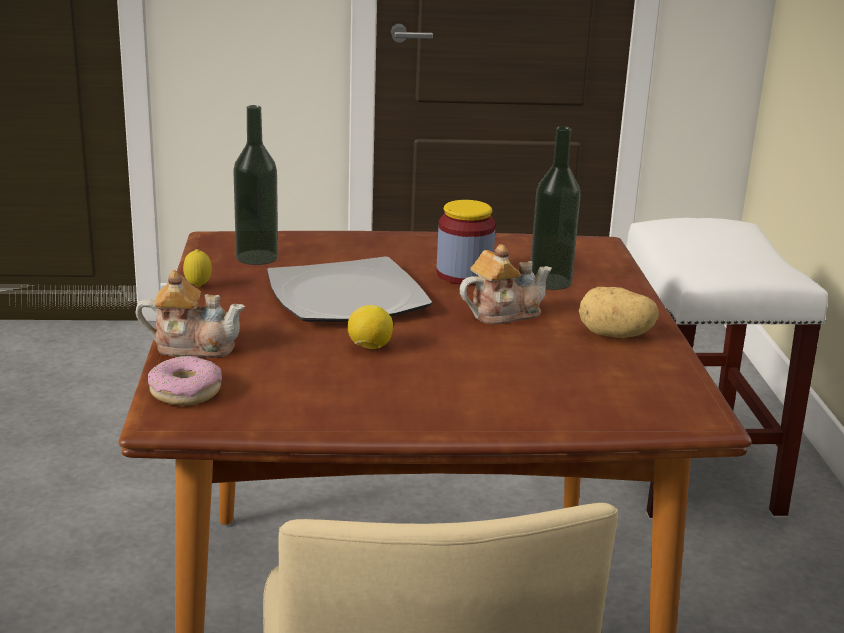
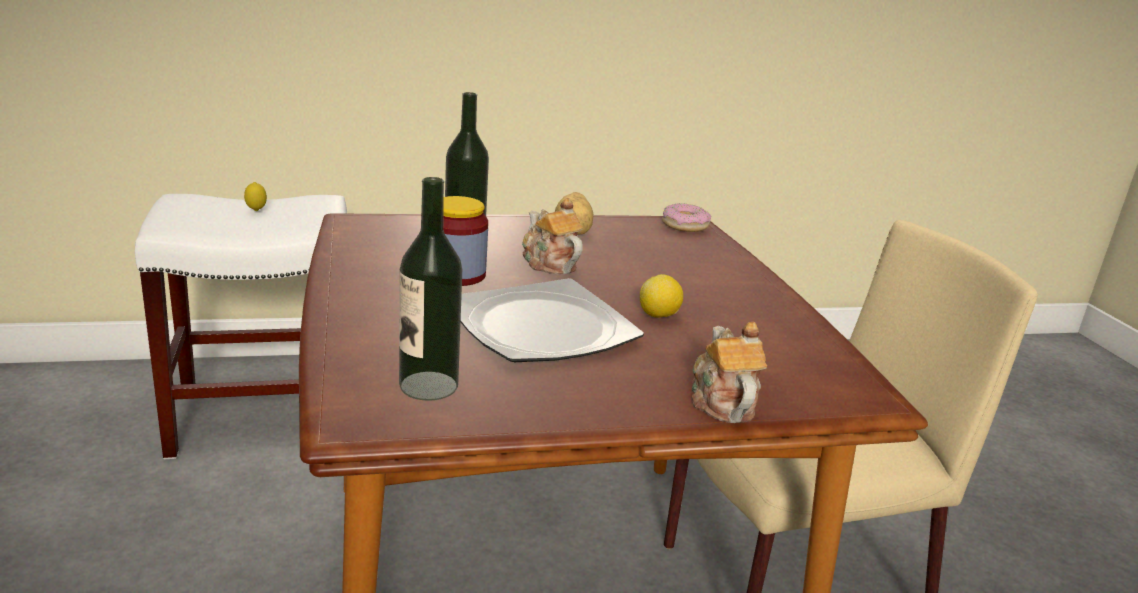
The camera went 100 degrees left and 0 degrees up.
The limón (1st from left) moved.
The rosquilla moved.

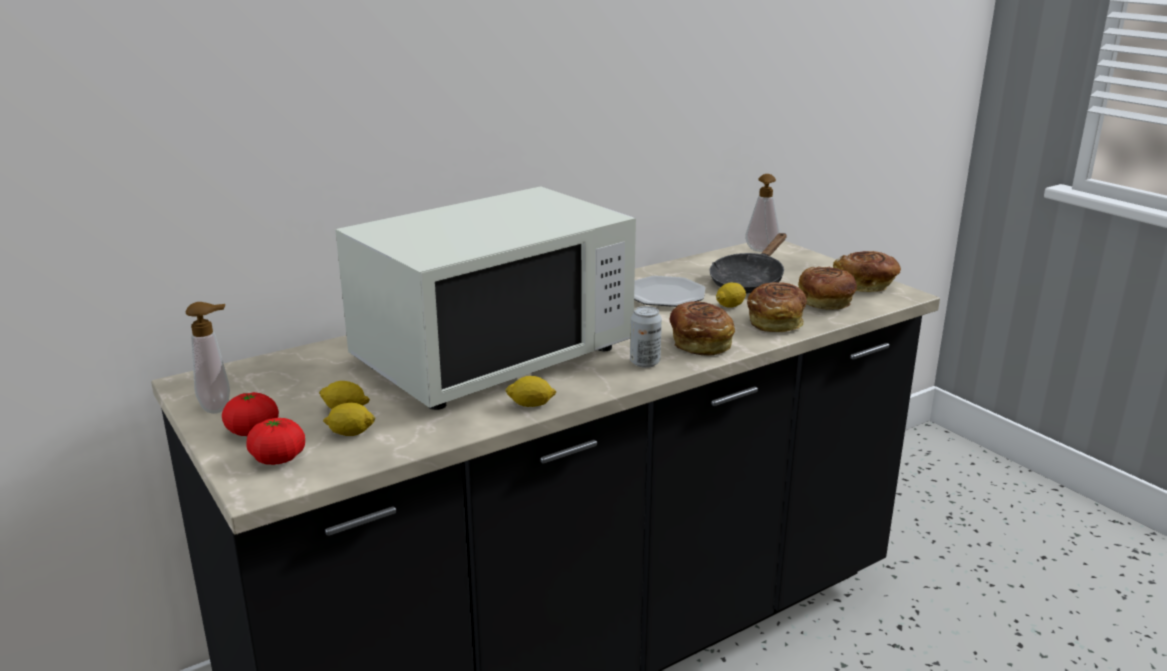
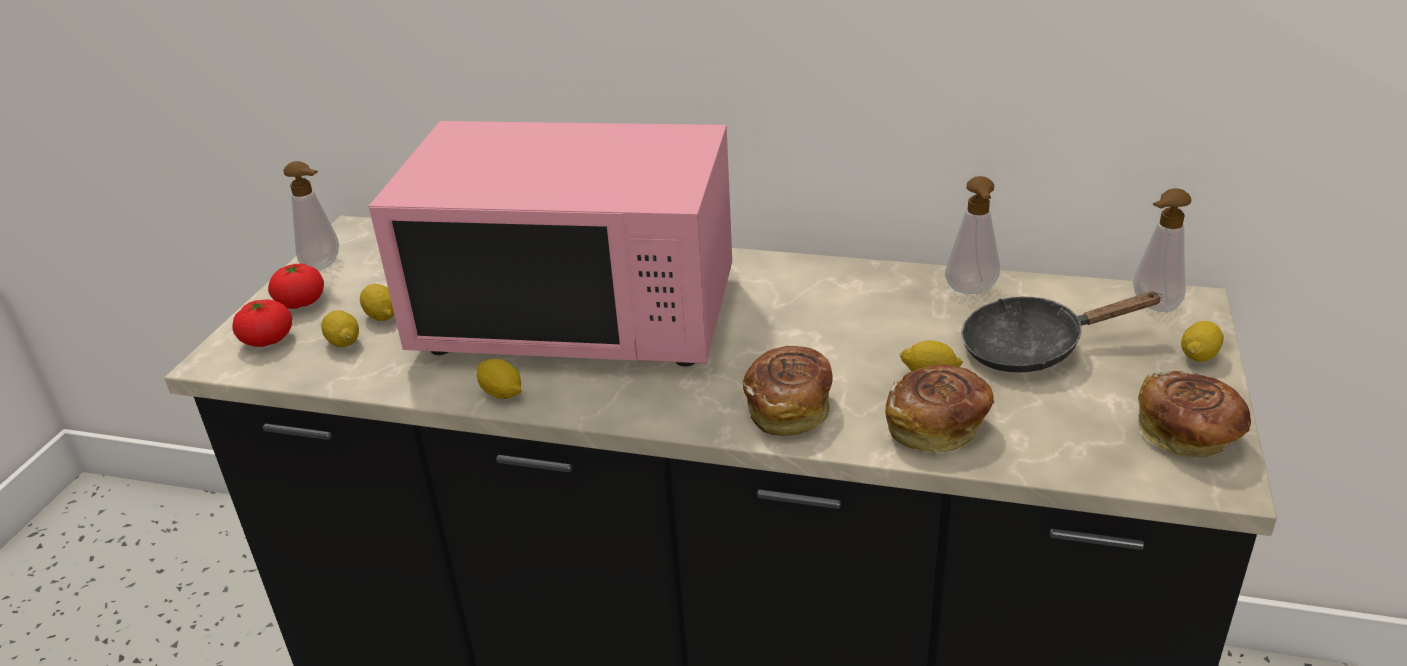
The camera went 50 degrees right and 10 degrees up.
The microondas [blanco] became the microondas [rosa].
The pan (3rd from left) disappeared.
The plato disappeared.
The lata disappeared.
The dispensador de jabón (2nd from left) appeared.
The limón (5th from left) appeared.

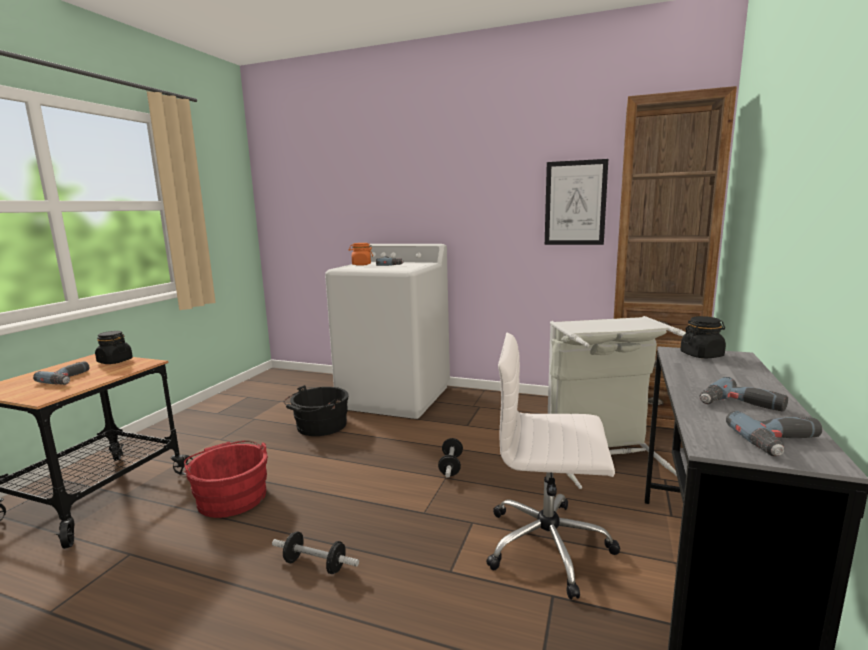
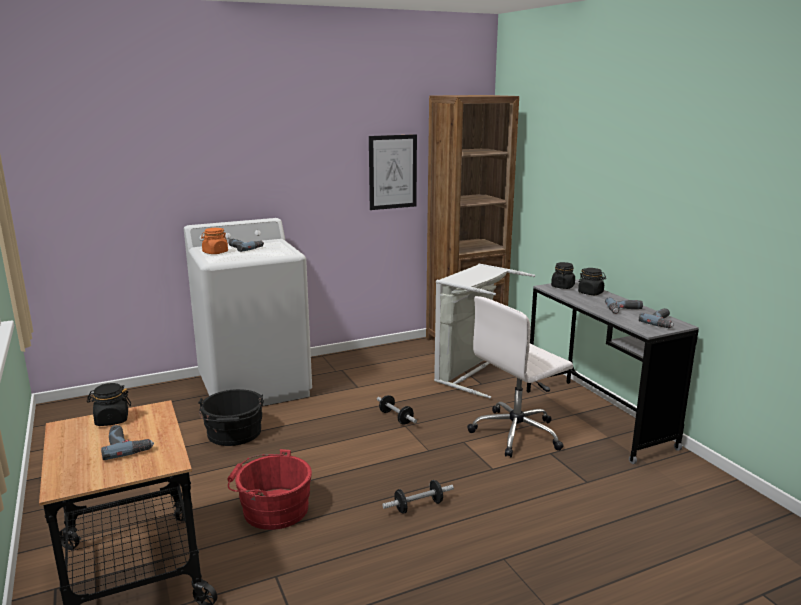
The camera went 45 degrees left and 5 degrees up.
The tarro [negro] (3rd from left) appeared.

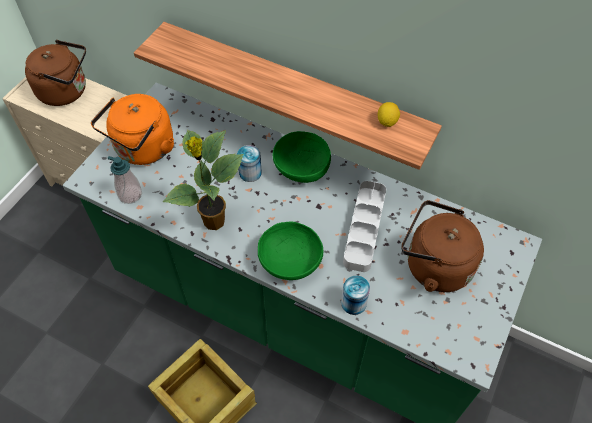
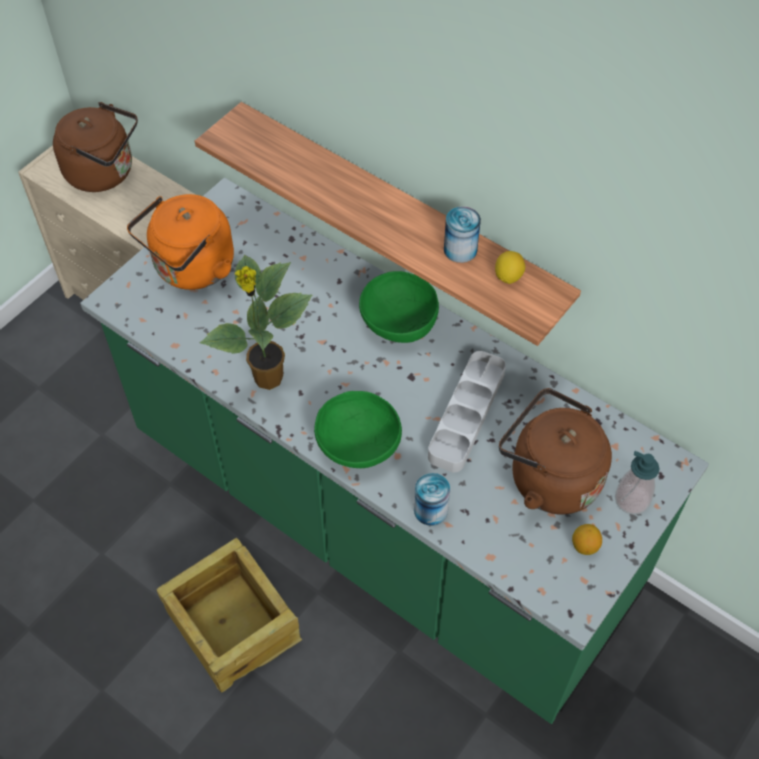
The camera went 10 degrees right and 0 degrees up.
The lata (1st from left in the first image) moved.
The dispensador de jabón moved.
The limón (2nd from left) appeared.

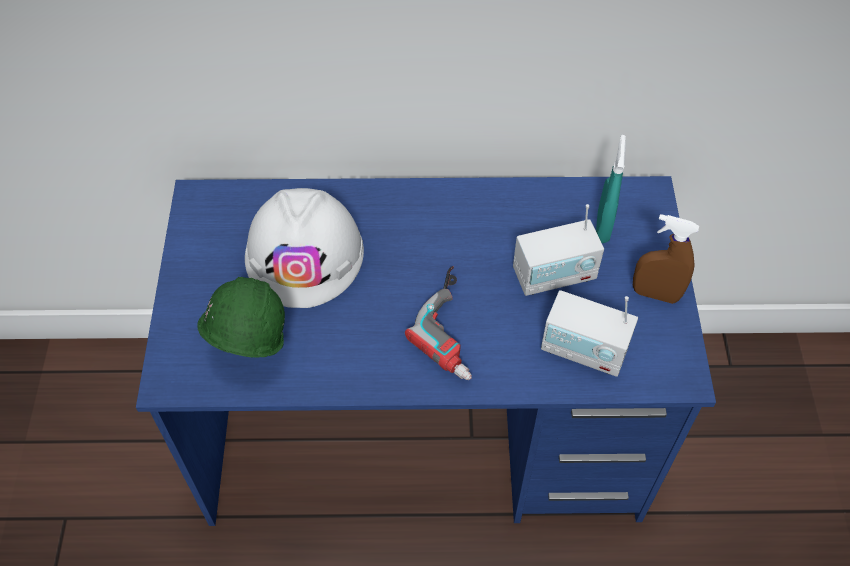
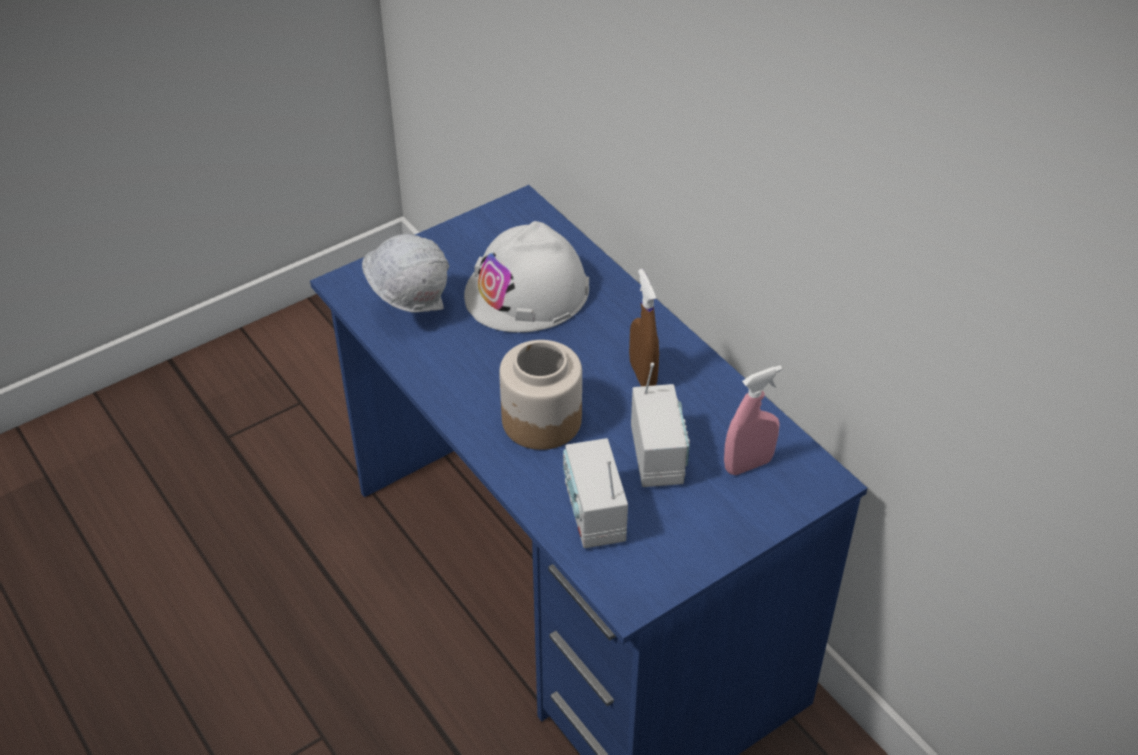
The camera went 55 degrees right and 10 degrees down.
The pulverizador [turquesa] became the pulverizador [rosa].
The radio (1st from left in the first image) turned 135 degrees counterclockwise.
The pulverizador [marrón] moved.
The taladro was replaced by the tarro.
The casco [verde] became the casco [blanco] (1st from left).

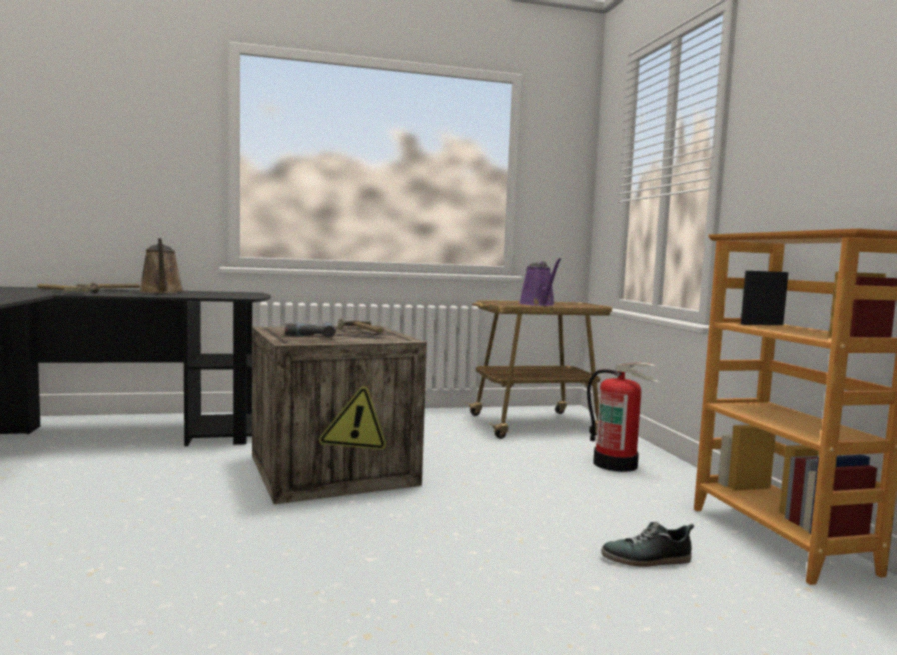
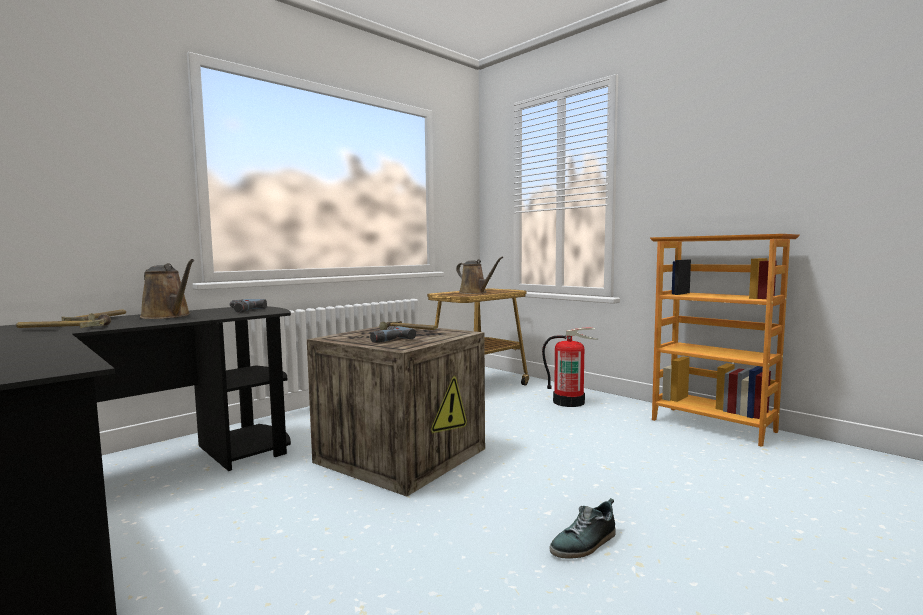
The camera went 30 degrees left and 0 degrees up.
The regadera [morado] became the regadera [marrón] (2nd from left).
The zapato moved.
The taladro (1st from left) appeared.

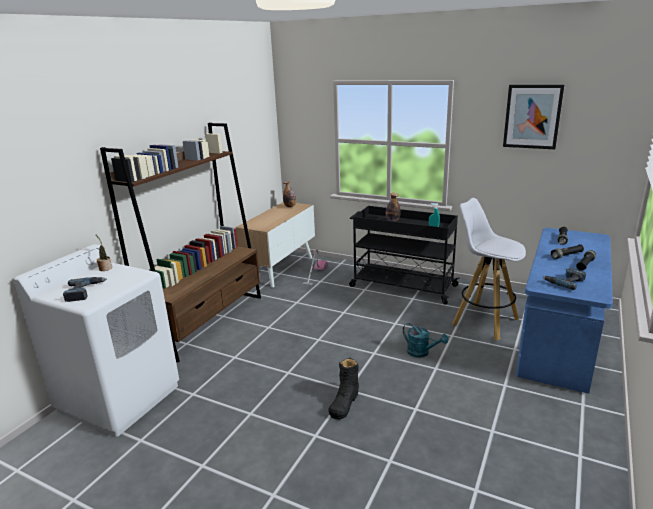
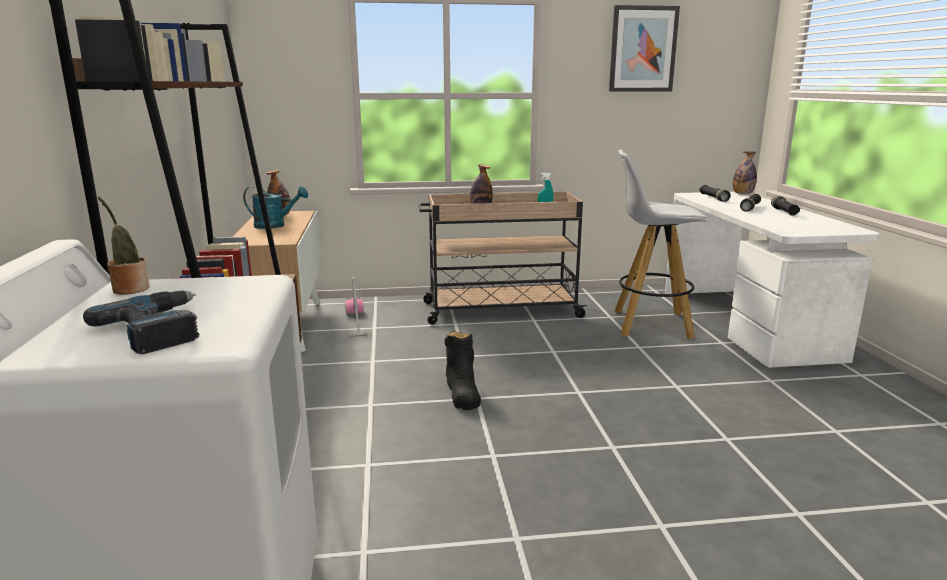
The camera went 35 degrees left and 5 degrees down.
The carrito [negro] became the carrito [beis].
The escritorio [azul] became the escritorio [blanco].
The taladro (2nd from left) disappeared.
The regadera [turquesa] moved.
The bota [negro] moved.
The botella (3rd from left) appeared.

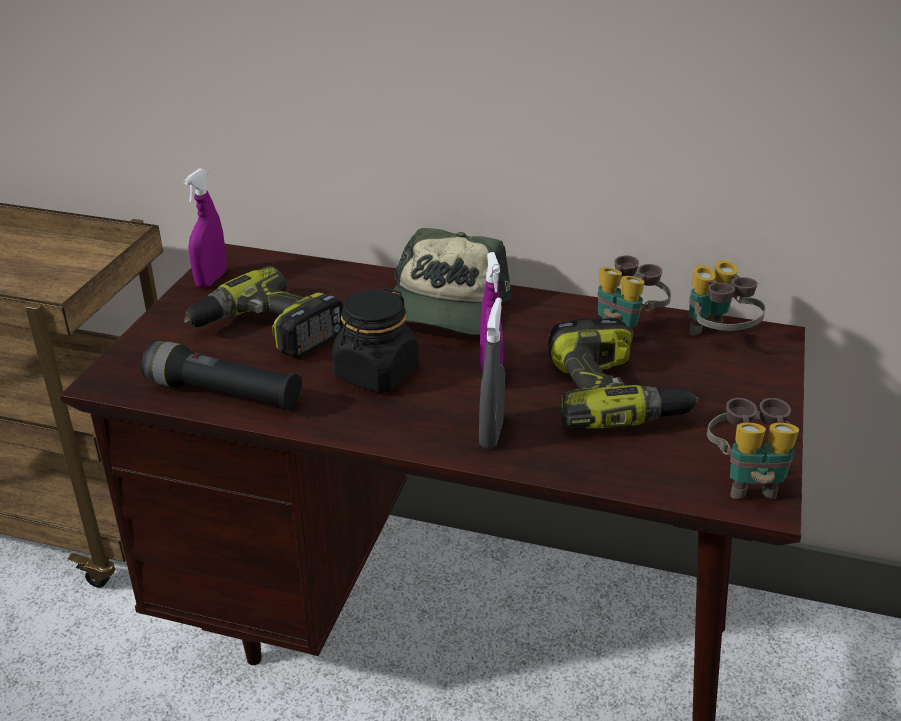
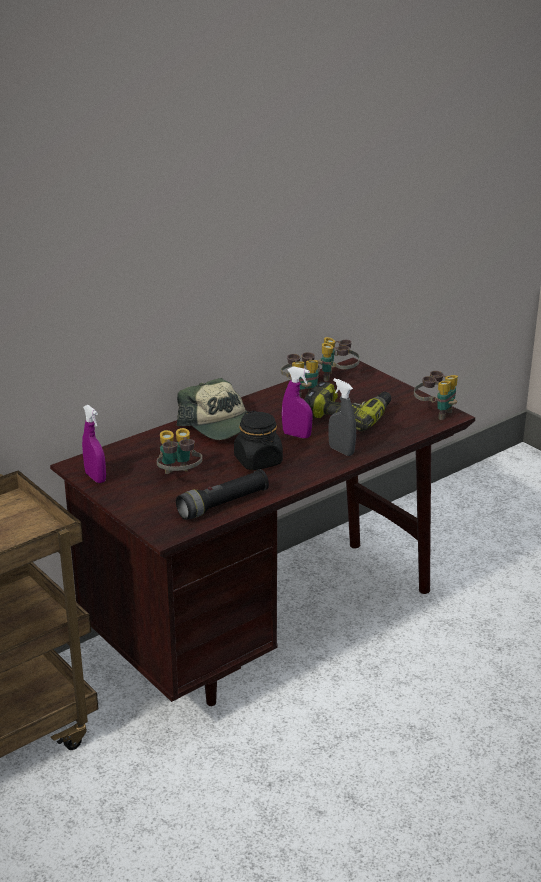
The camera went 55 degrees left and 5 degrees down.
The taladro (1st from left) was replaced by the prismáticos (1st from left).

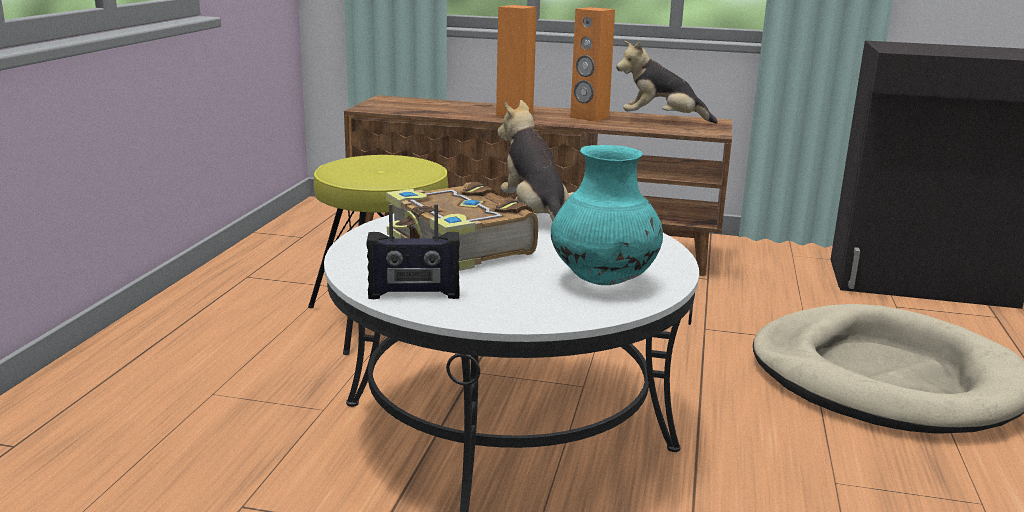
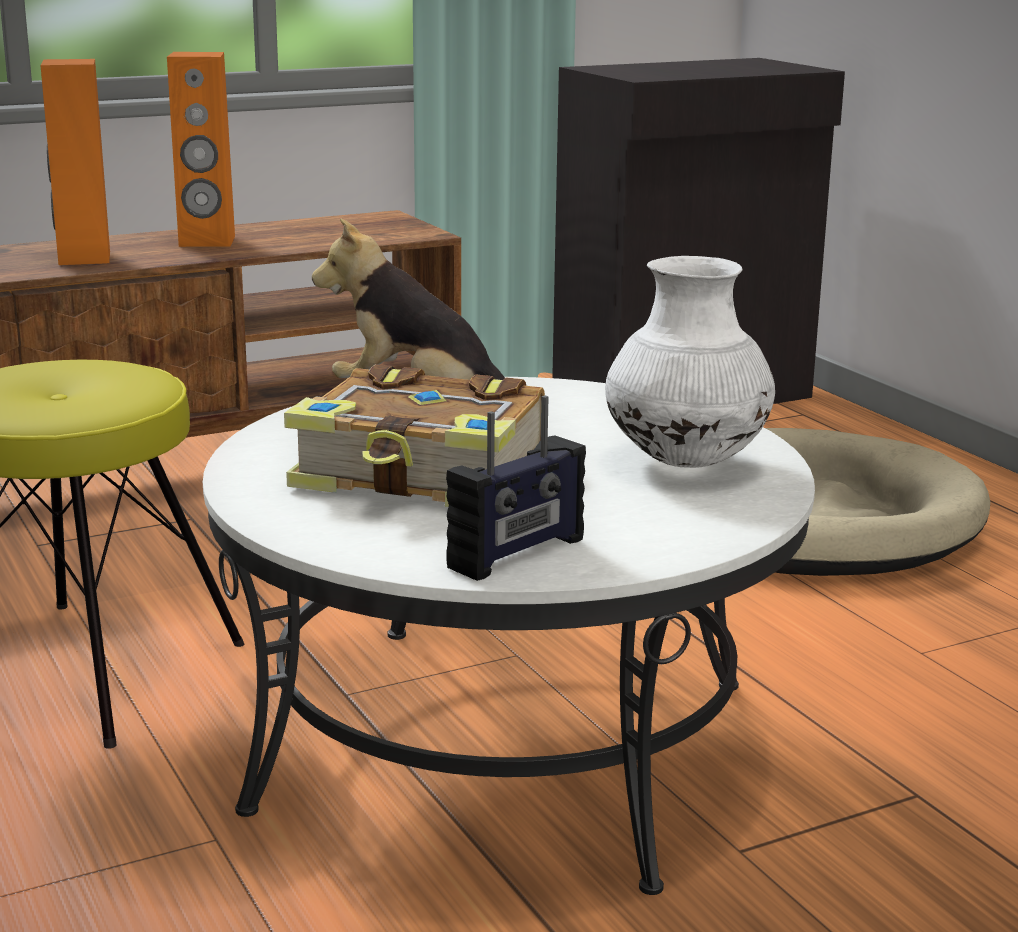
The camera went 40 degrees left and 0 degrees up.
The peluche (2nd from left) disappeared.
The florero [turquesa] became the florero [blanco].

